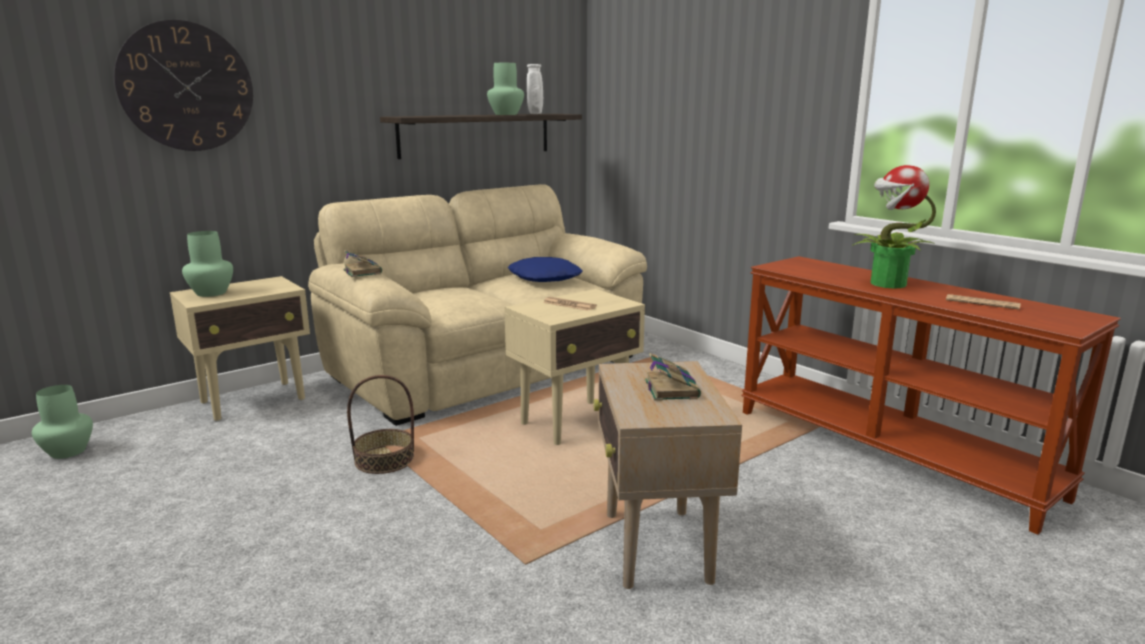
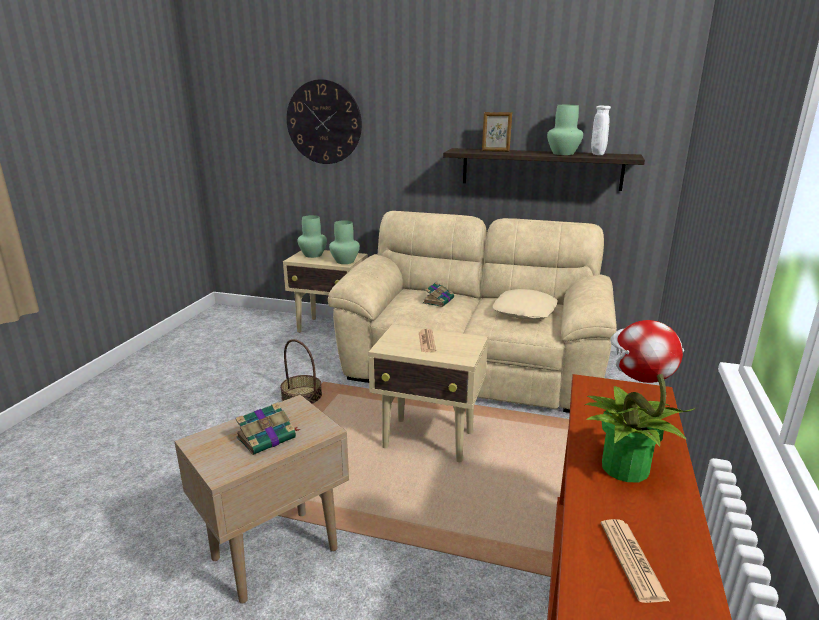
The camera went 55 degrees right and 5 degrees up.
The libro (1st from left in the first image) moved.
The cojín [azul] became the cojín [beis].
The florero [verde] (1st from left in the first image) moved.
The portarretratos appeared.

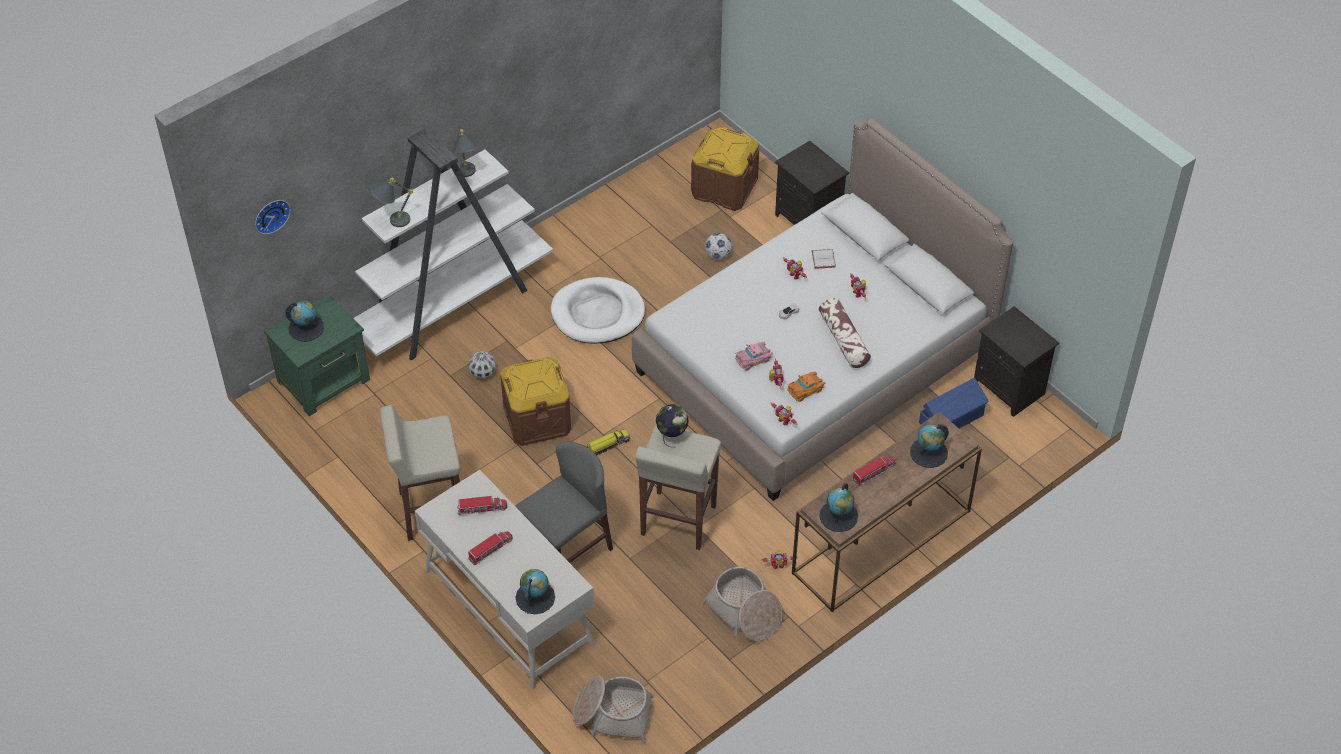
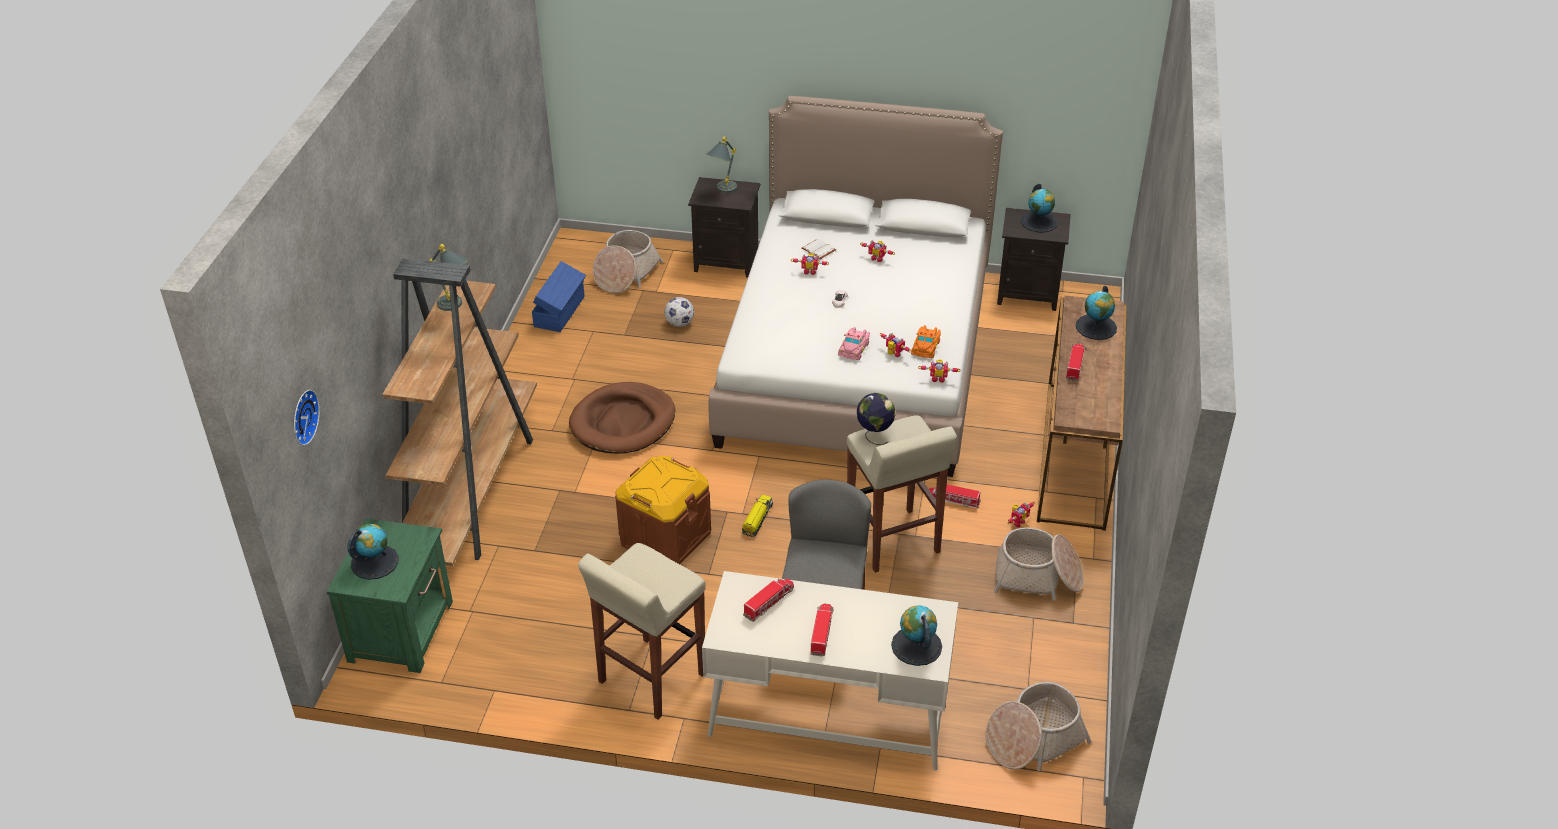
The camera went 40 degrees left and 10 degrees down.
The caja de almacenaje [marrón] (2nd from left) was replaced by the cesta (1st from left).
The estantería [blanco] became the estantería [marrón].
The lámpara de mesa [gris] (1st from left in the first image) moved.
The cama para perro [blanco] became the cama para perro [marrón].
The cojín disappeared.
The balón de fútbol (1st from left) disappeared.
The caja de almacenaje [azul] moved.
The globo terráqueo (4th from left) moved.
The camión de juguete (4th from left) appeared.

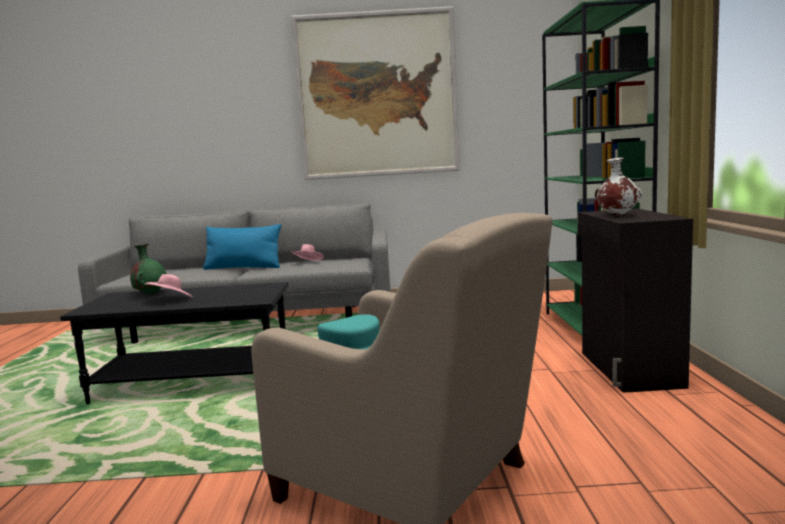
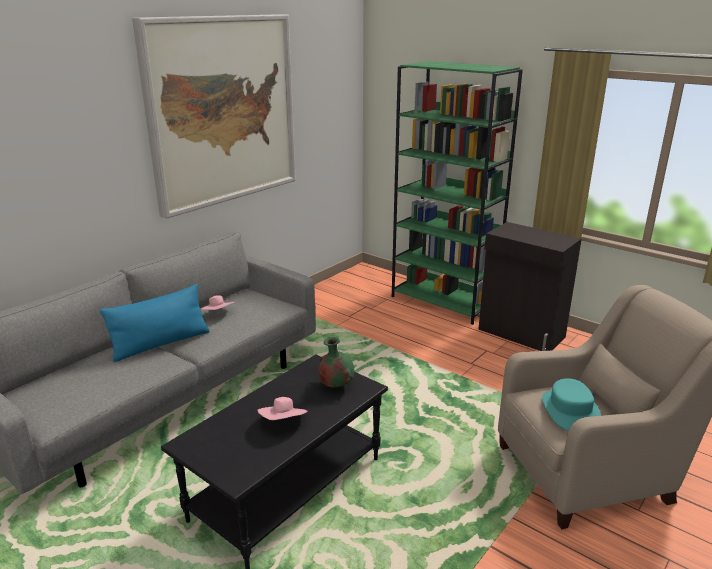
The camera went 50 degrees left and 15 degrees up.
The florero [blanco] disappeared.
The florero [verde] moved.

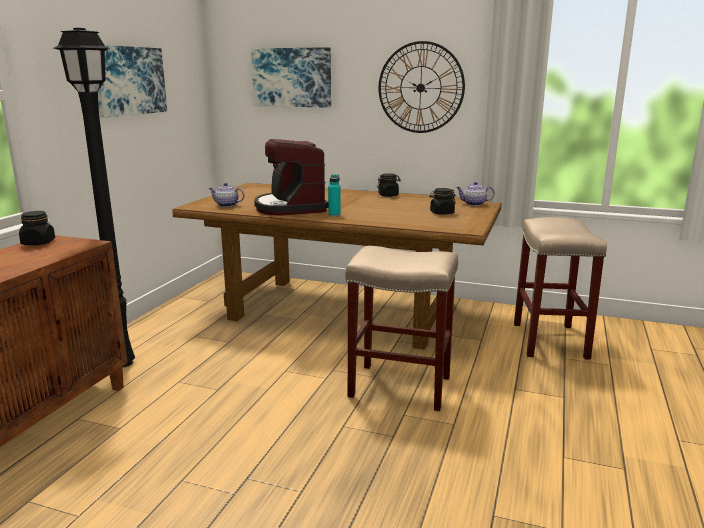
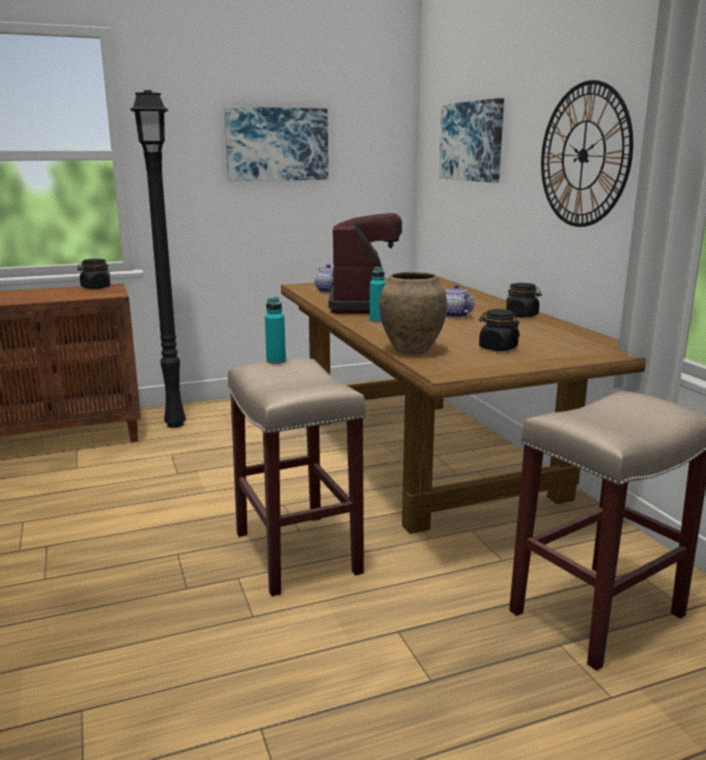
The camera went 50 degrees right and 0 degrees up.
The cafetera turned 150 degrees clockwise.
The tetera (2nd from left) moved.
The florero [marrón] appeared.
The botella [turquesa] (1st from left) appeared.

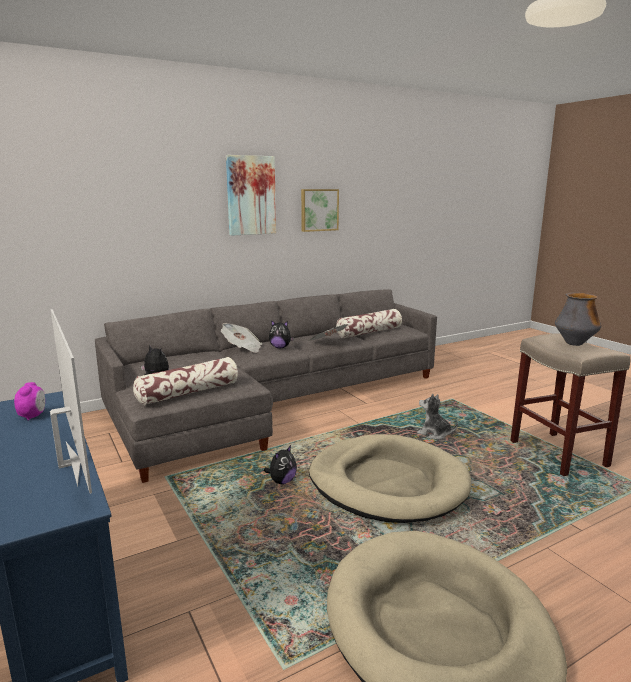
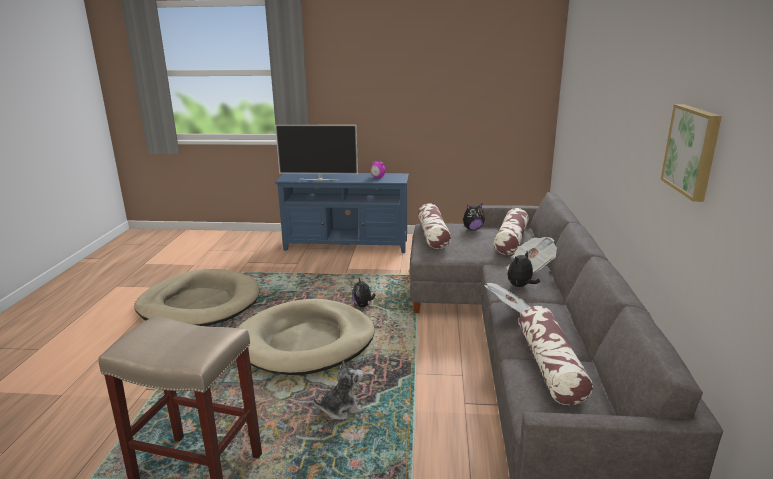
The camera went 125 degrees right and 5 degrees up.
The cuadro (1st from left) disappeared.
The florero disappeared.
The cojín (2nd from left) appeared.

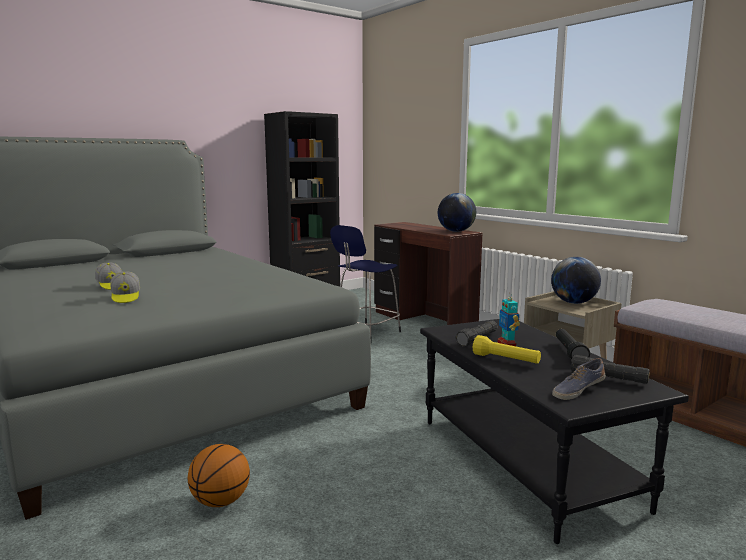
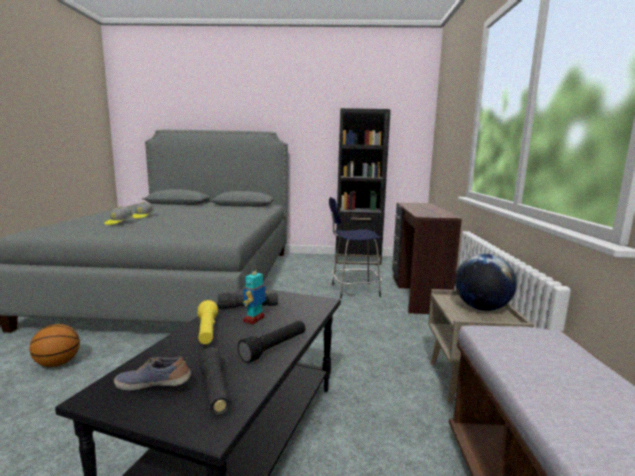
The camera went 40 degrees right and 0 degrees up.
The globo terráqueo (1st from left) disappeared.

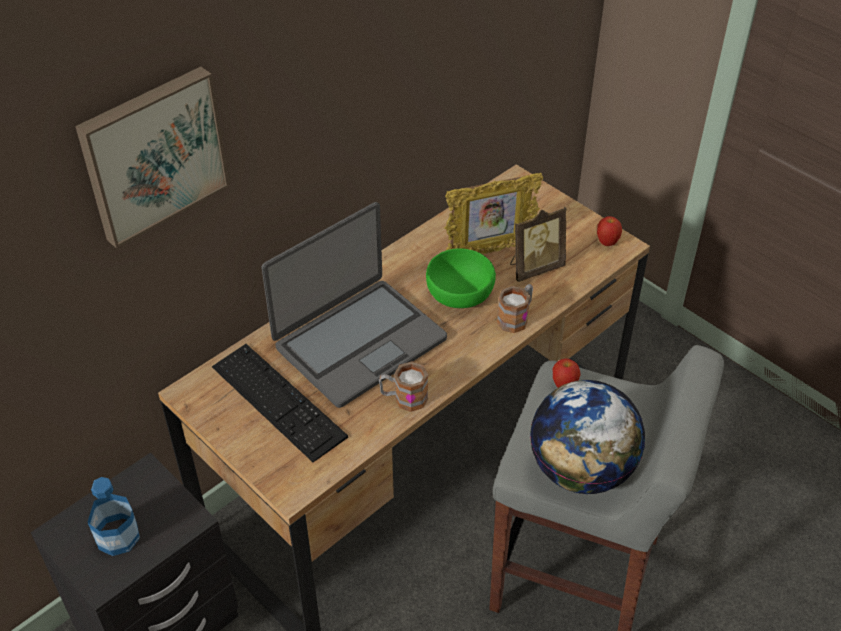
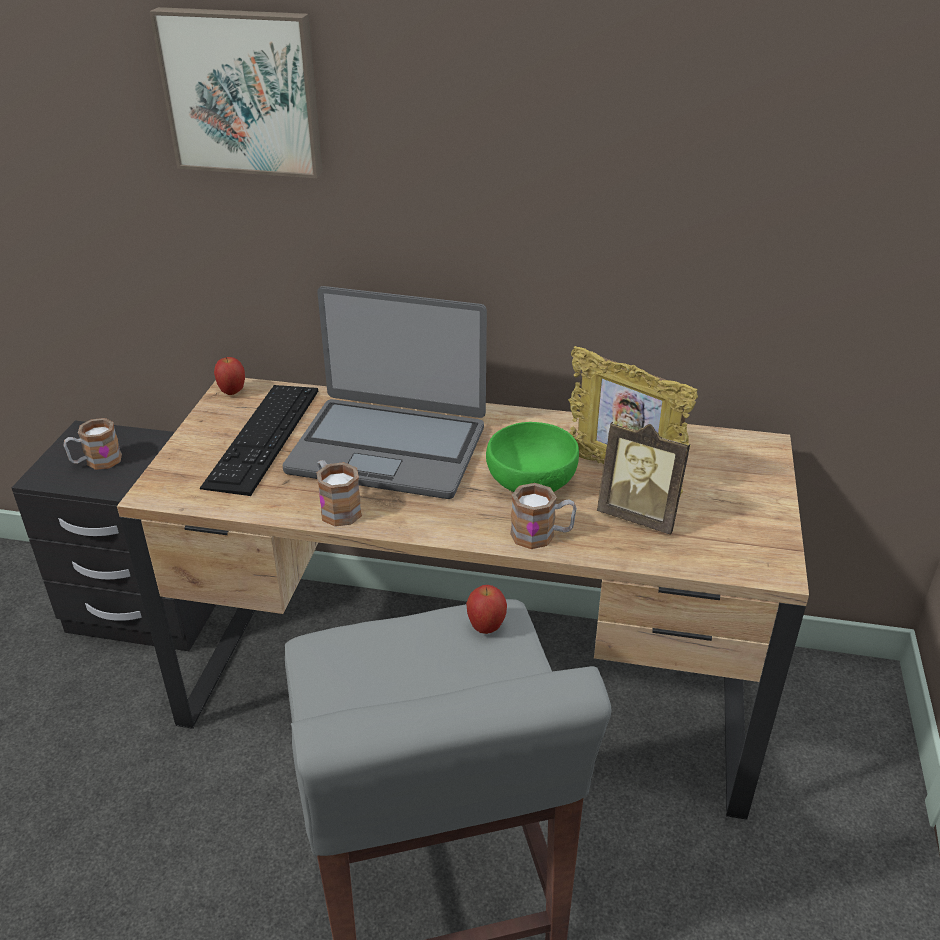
The camera went 55 degrees right and 10 degrees down.
The manzana (2nd from left in the first image) moved.
The globo terráqueo disappeared.
The botella was replaced by the taza grande (1st from left).

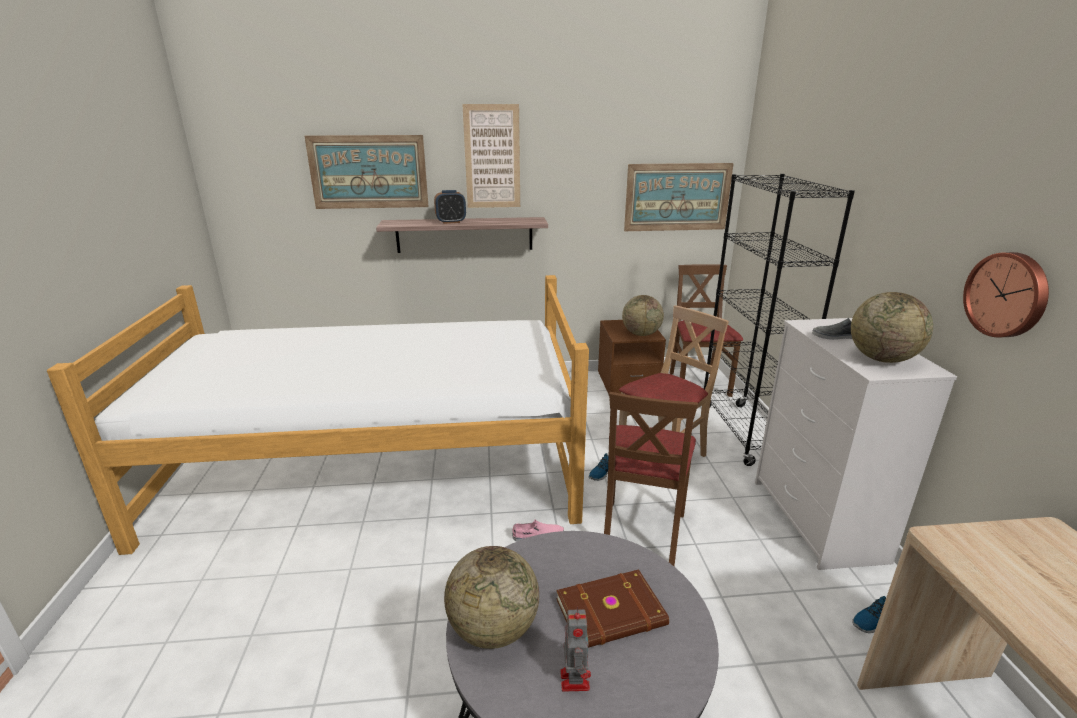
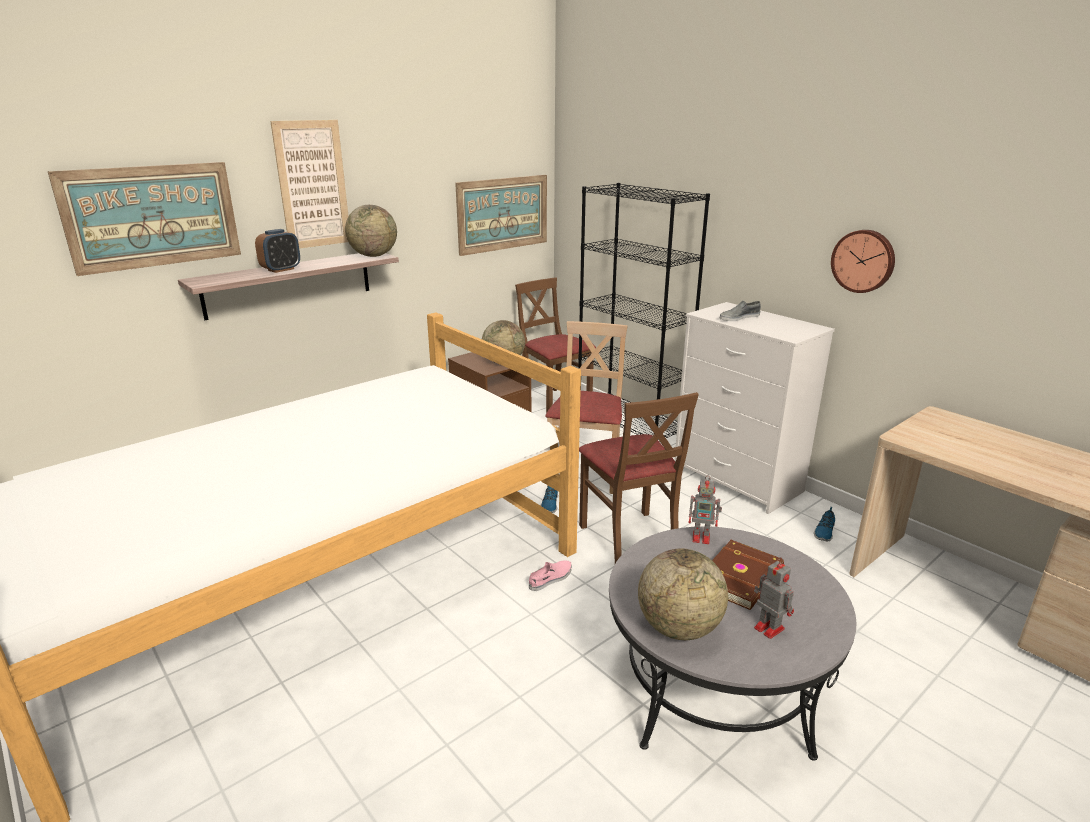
The camera went 35 degrees left and 0 degrees up.
The globo terráqueo (3rd from left in the first image) moved.
The robot de juguete (1st from left) appeared.

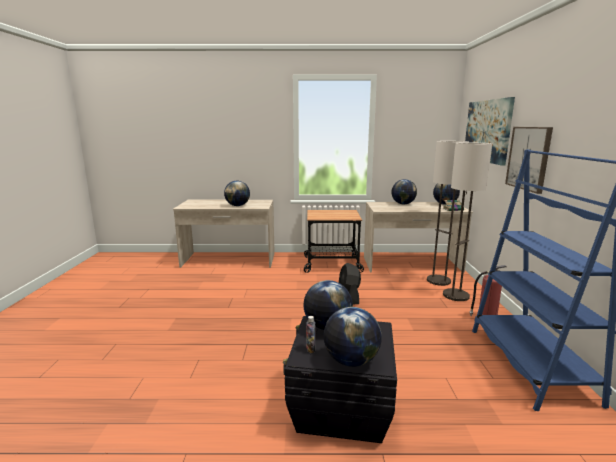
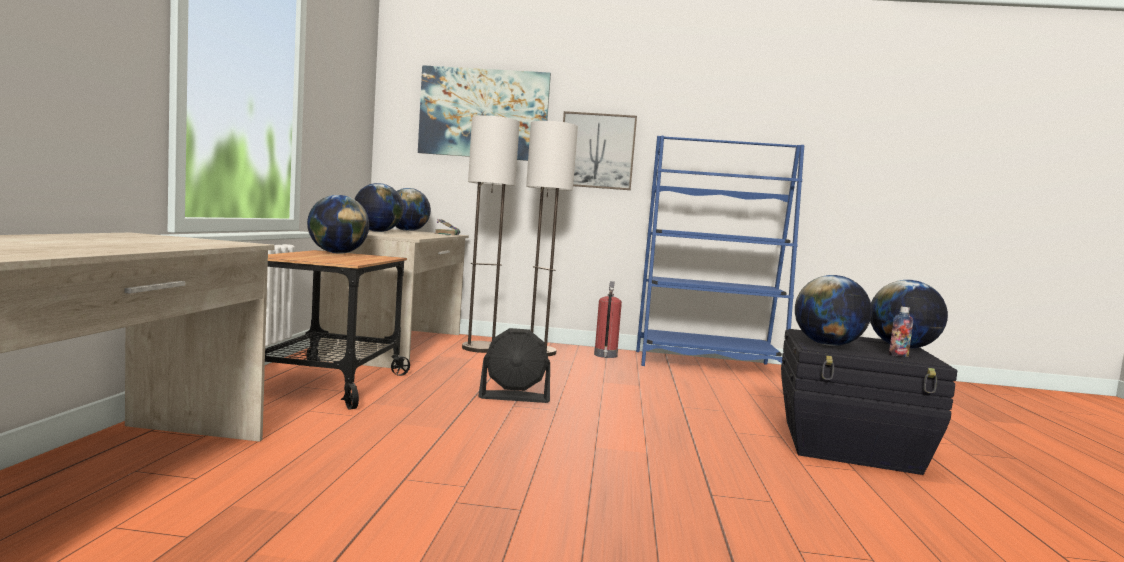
The camera went 85 degrees left and 10 degrees down.
The globo terráqueo (1st from left) moved.

